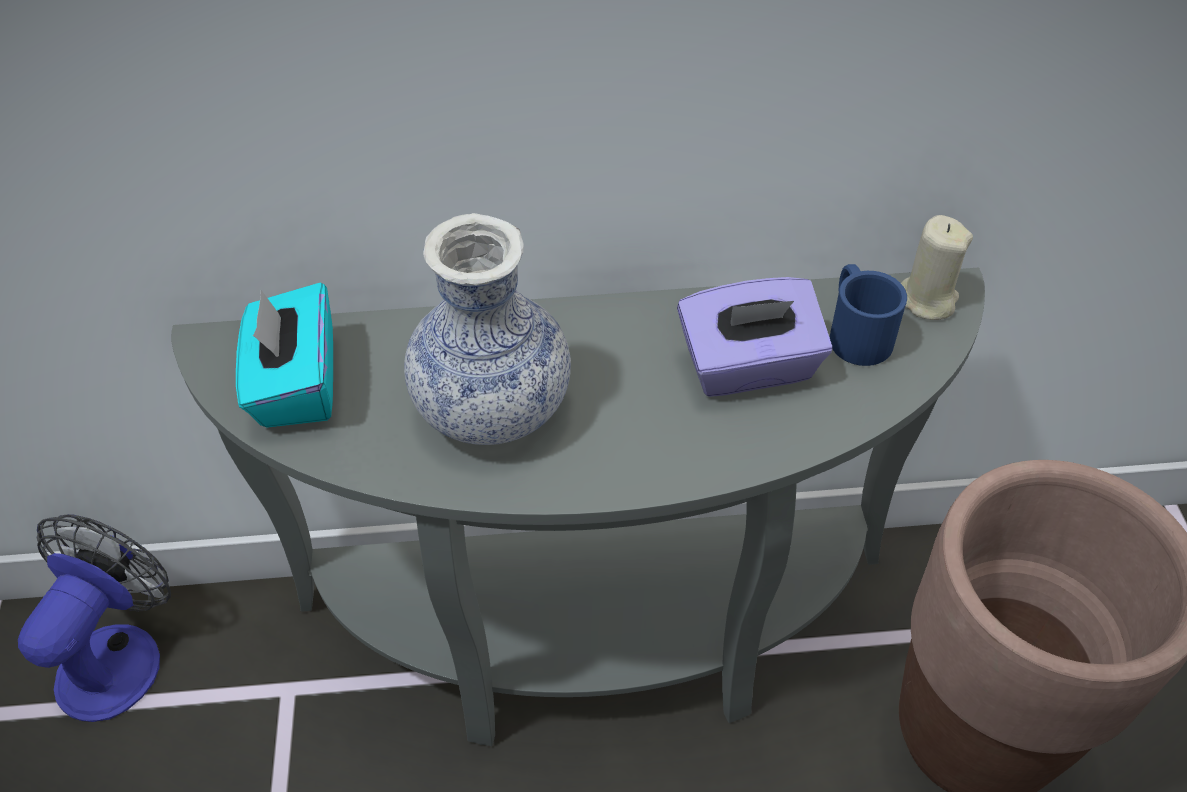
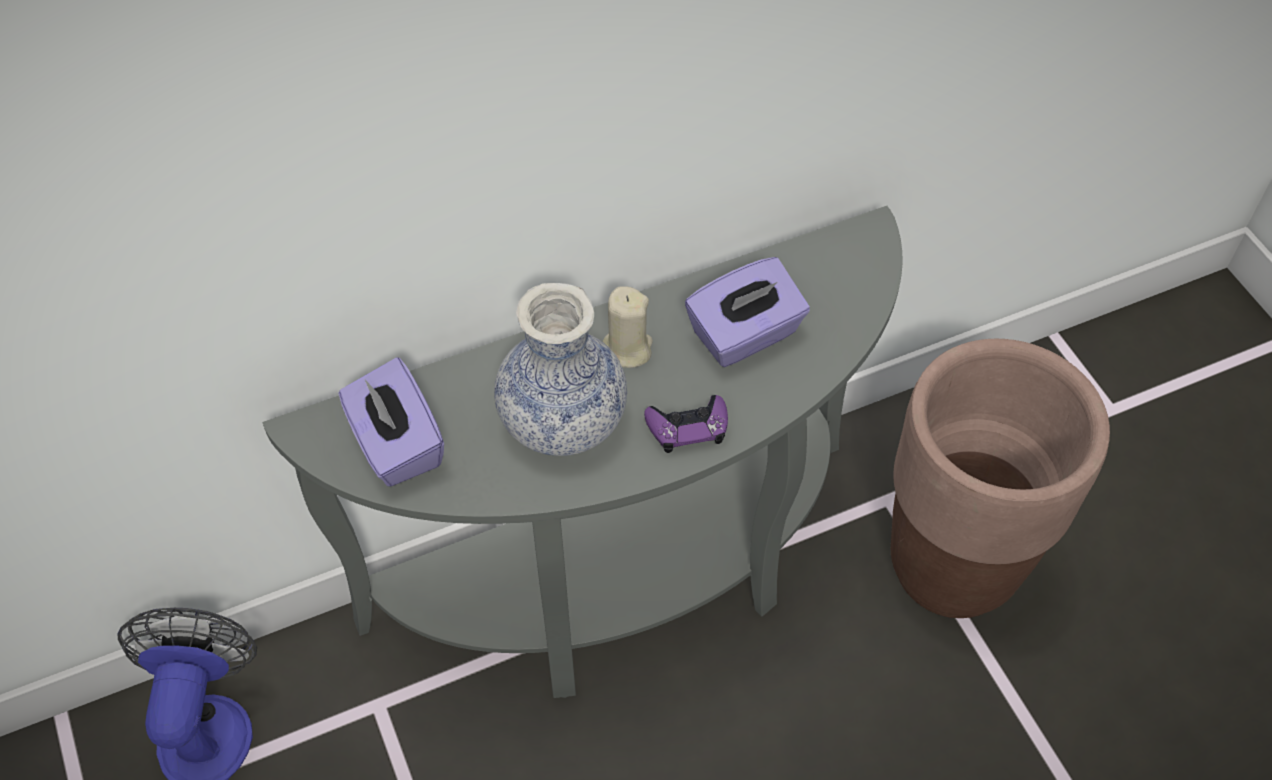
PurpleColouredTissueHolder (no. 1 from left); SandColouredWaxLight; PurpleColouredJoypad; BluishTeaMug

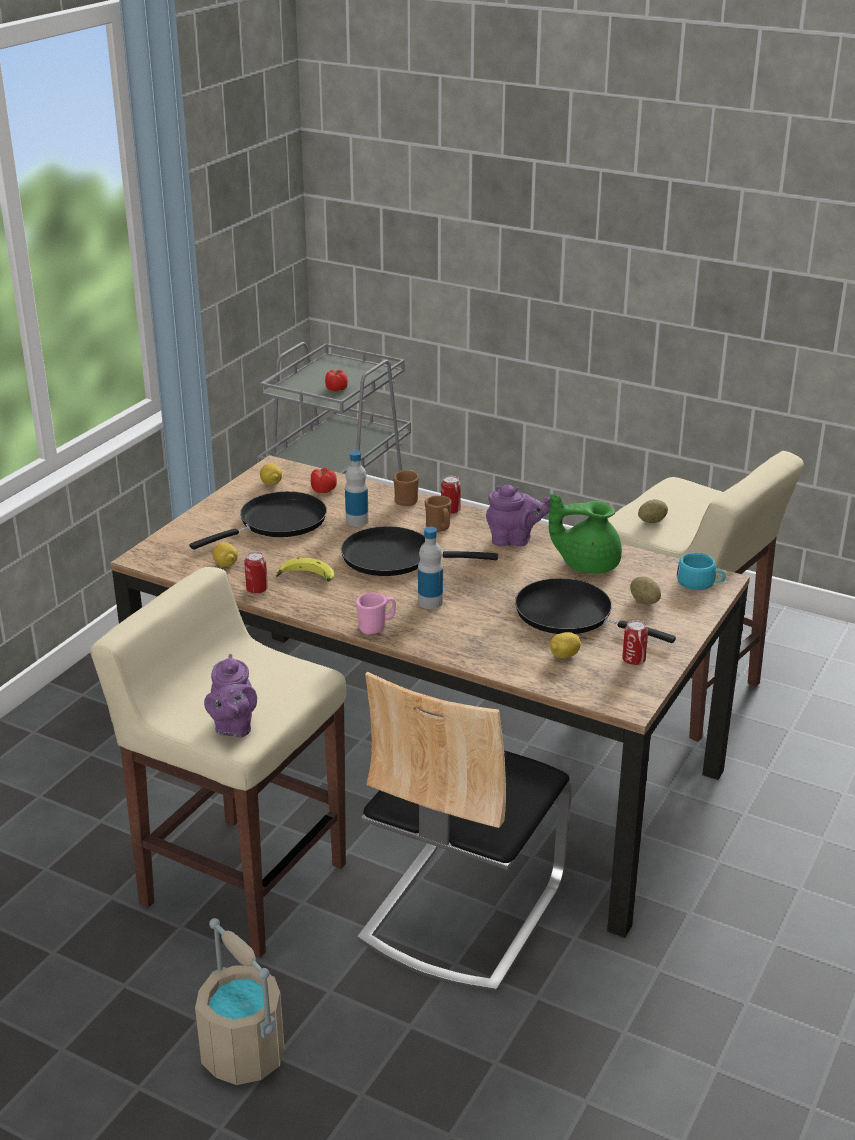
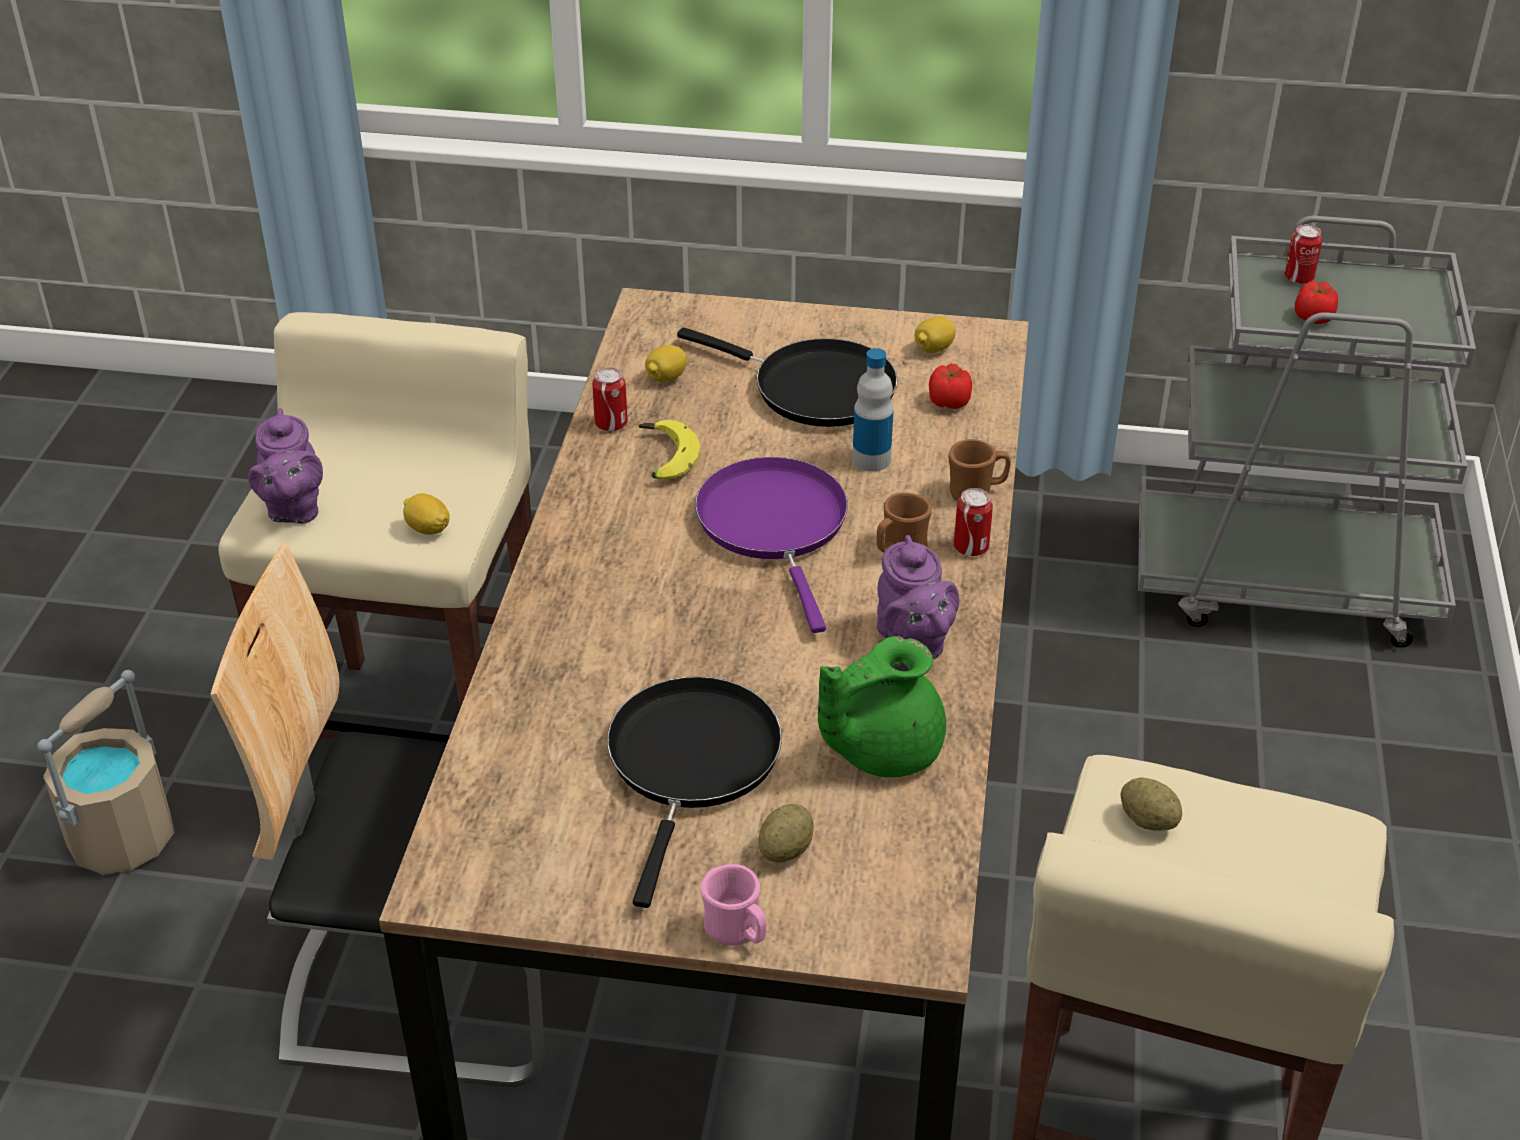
PurpleColouredTeaPot (no. 1 from left); Lemon (no. 1 from left); PurpleColouredSkillet; PinkishTeaMug; GreenishTeaPot; MetalCan (no. 3 from left); DrinkBottle (no. 2 from left in the first image); TurquoiseSmallCup

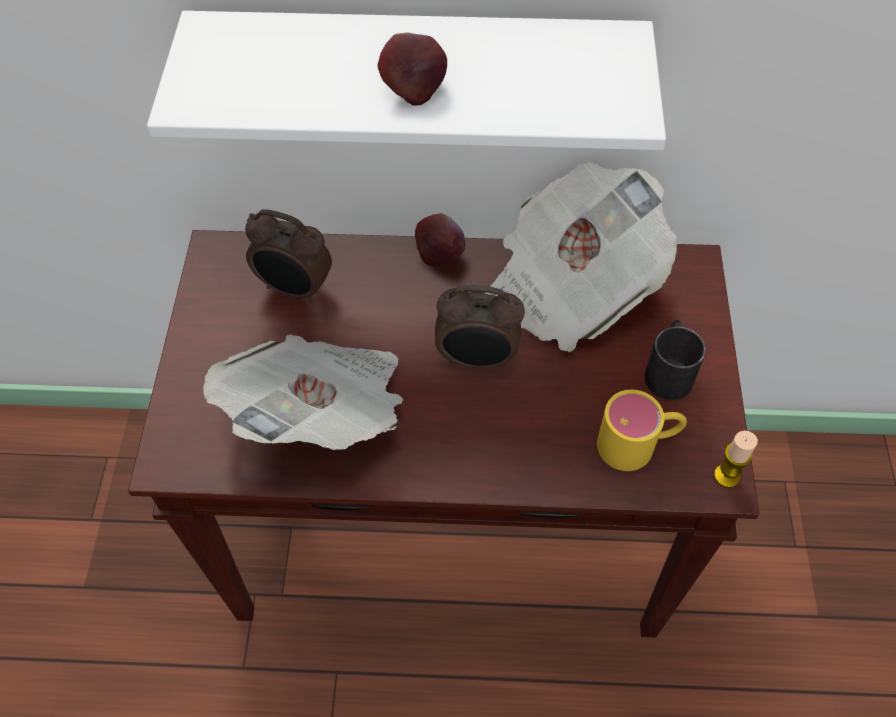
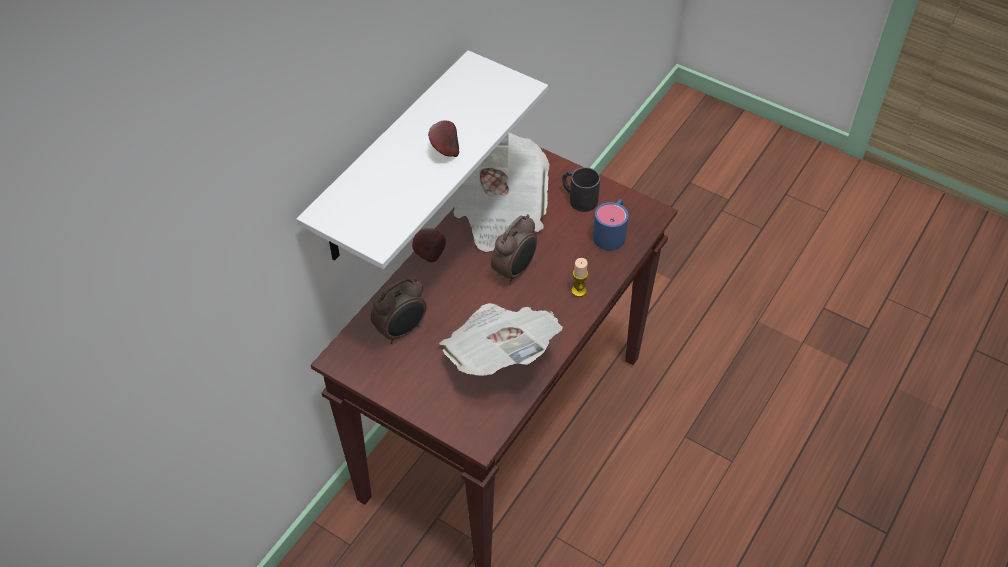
WaxLight; BluishTeaMug

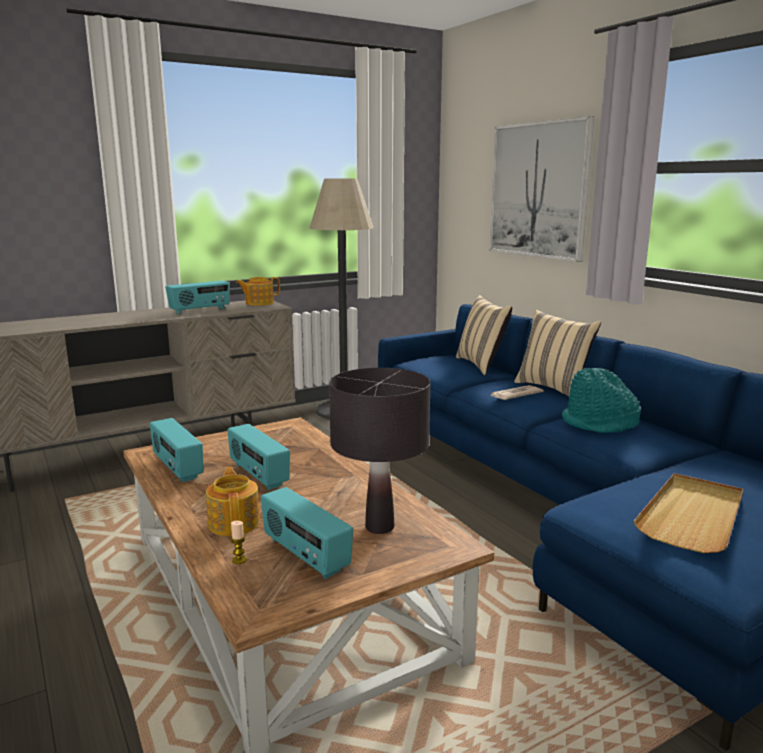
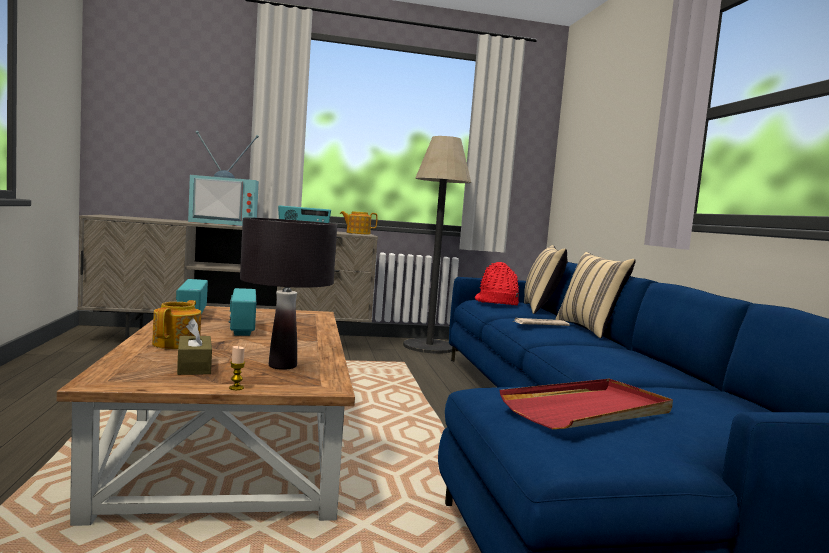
BrownishTissueHolder; Tv; WaxLight; RedColouredHat; RedColouredTray; WallArt; TurquoiseHat

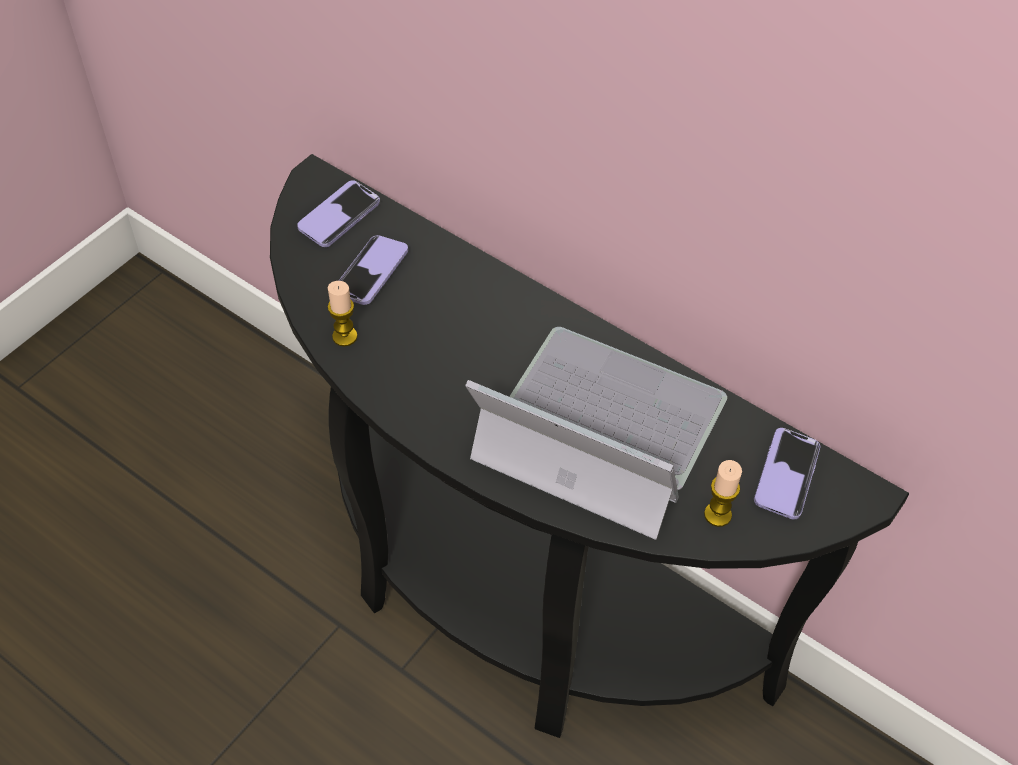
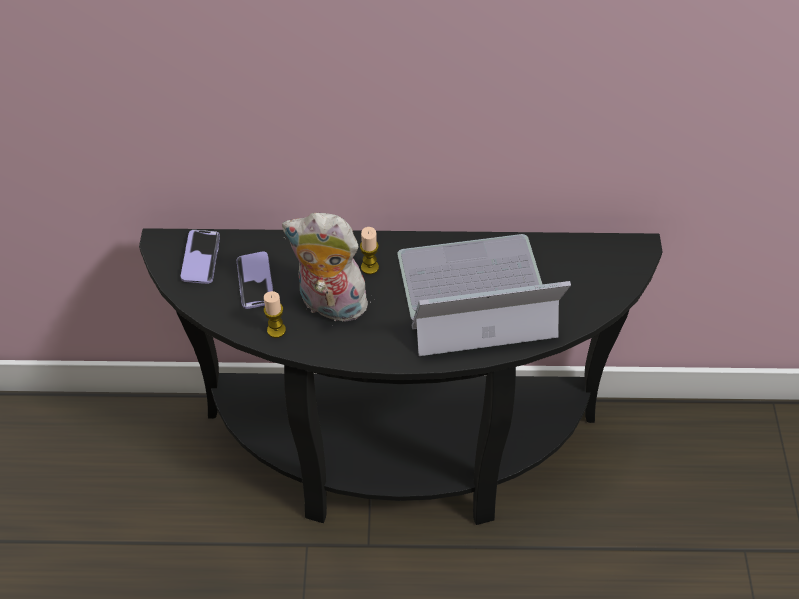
SoftToy; WaxLight (no. 2 from left); Telephone (no. 3 from left in the first image)

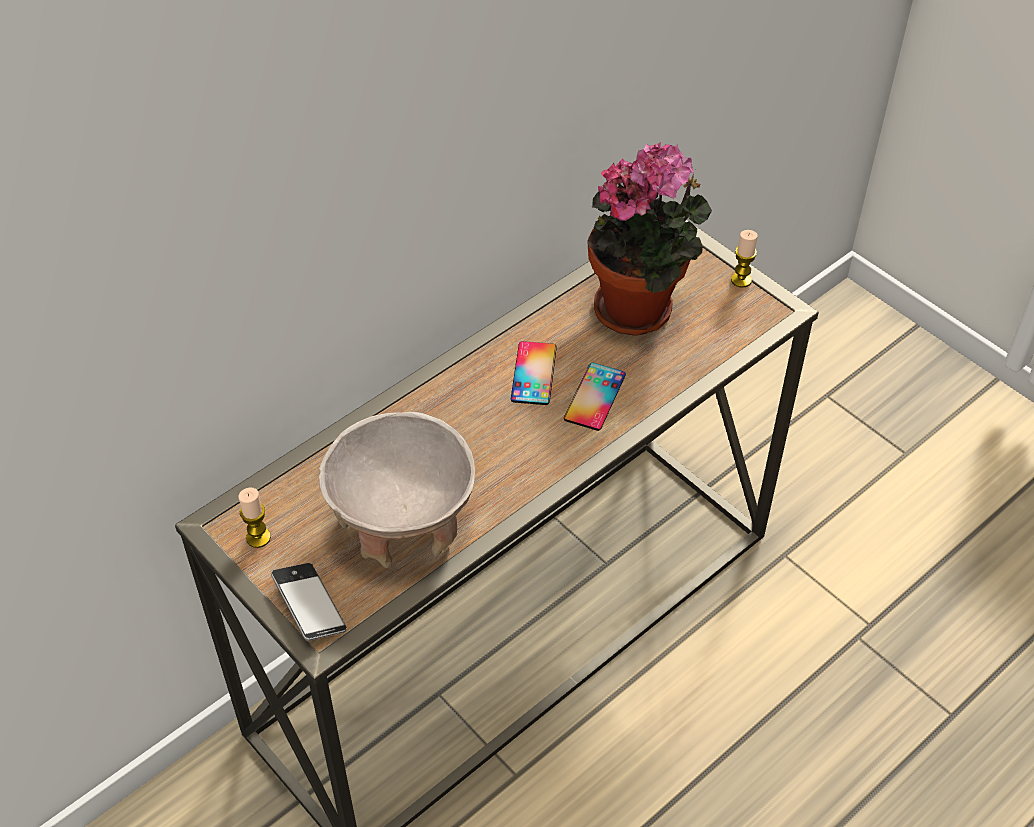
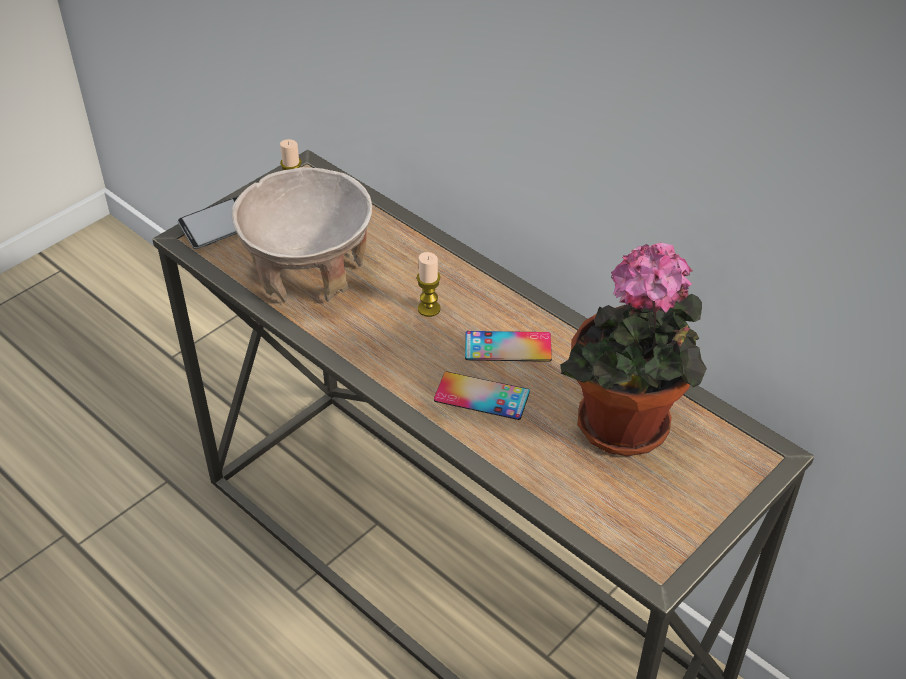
WaxLight (no. 2 from left)

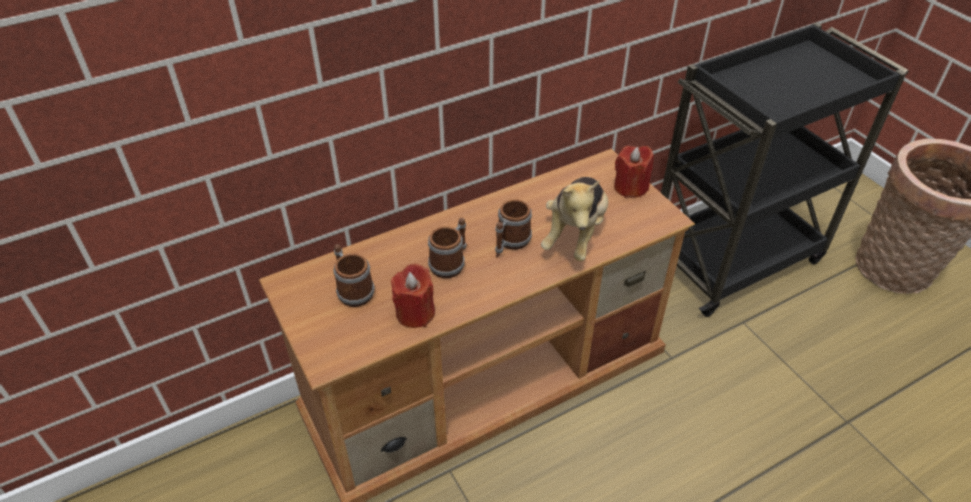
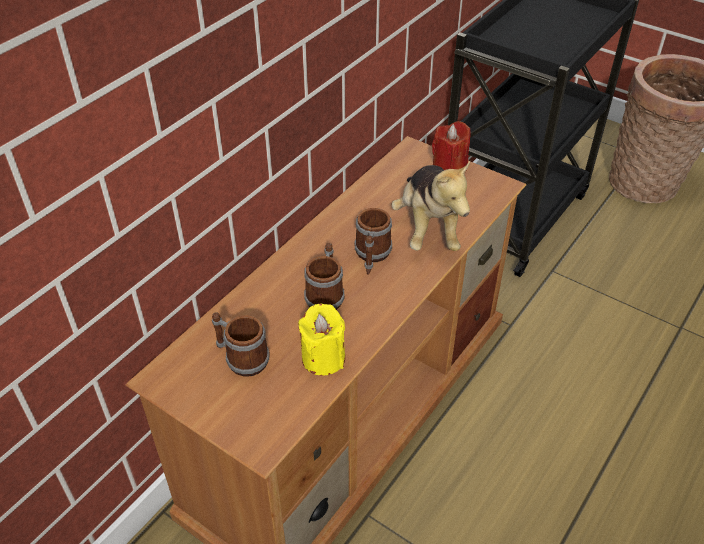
YellowWaxLight

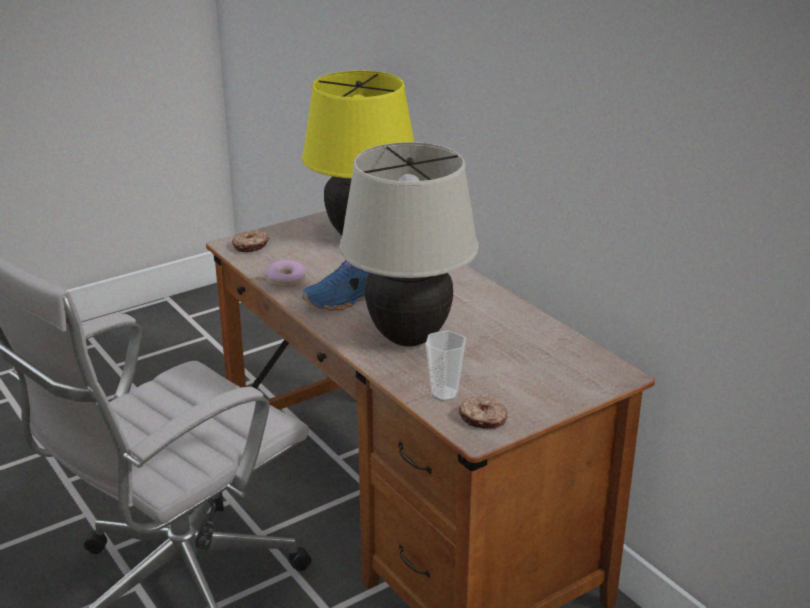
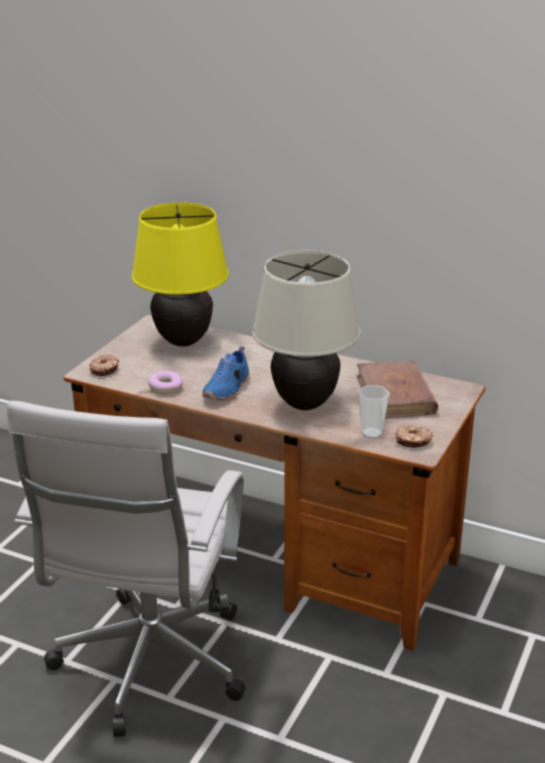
BrownishVolume

